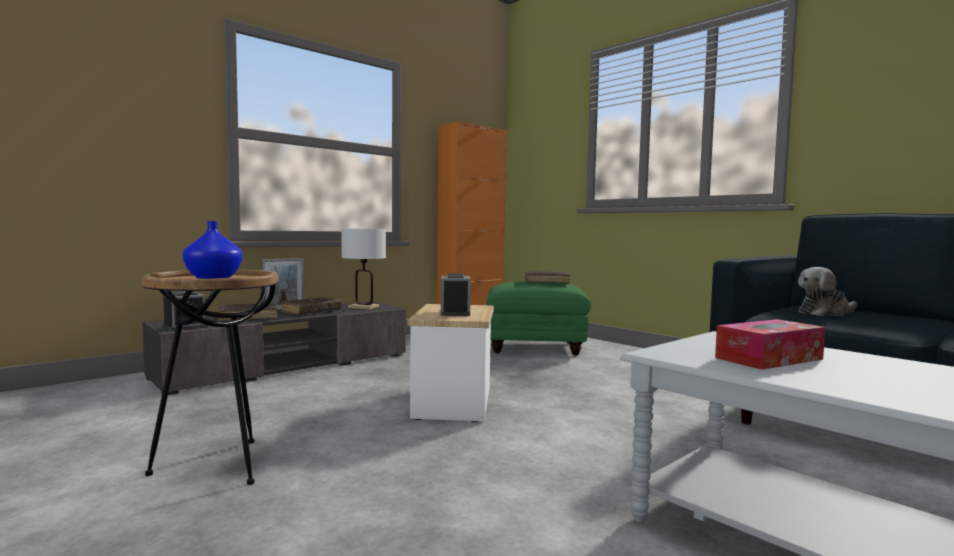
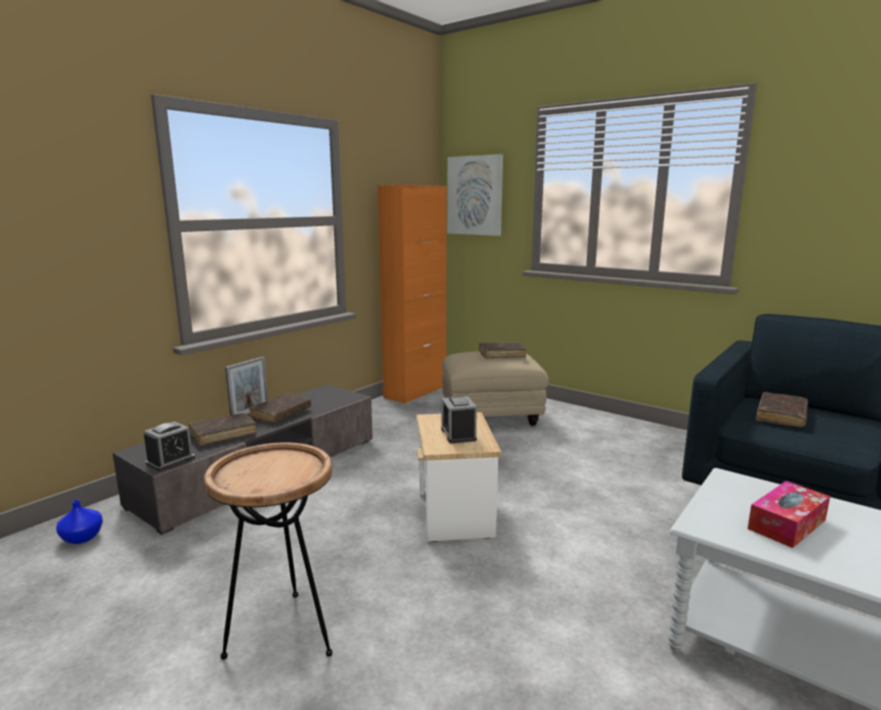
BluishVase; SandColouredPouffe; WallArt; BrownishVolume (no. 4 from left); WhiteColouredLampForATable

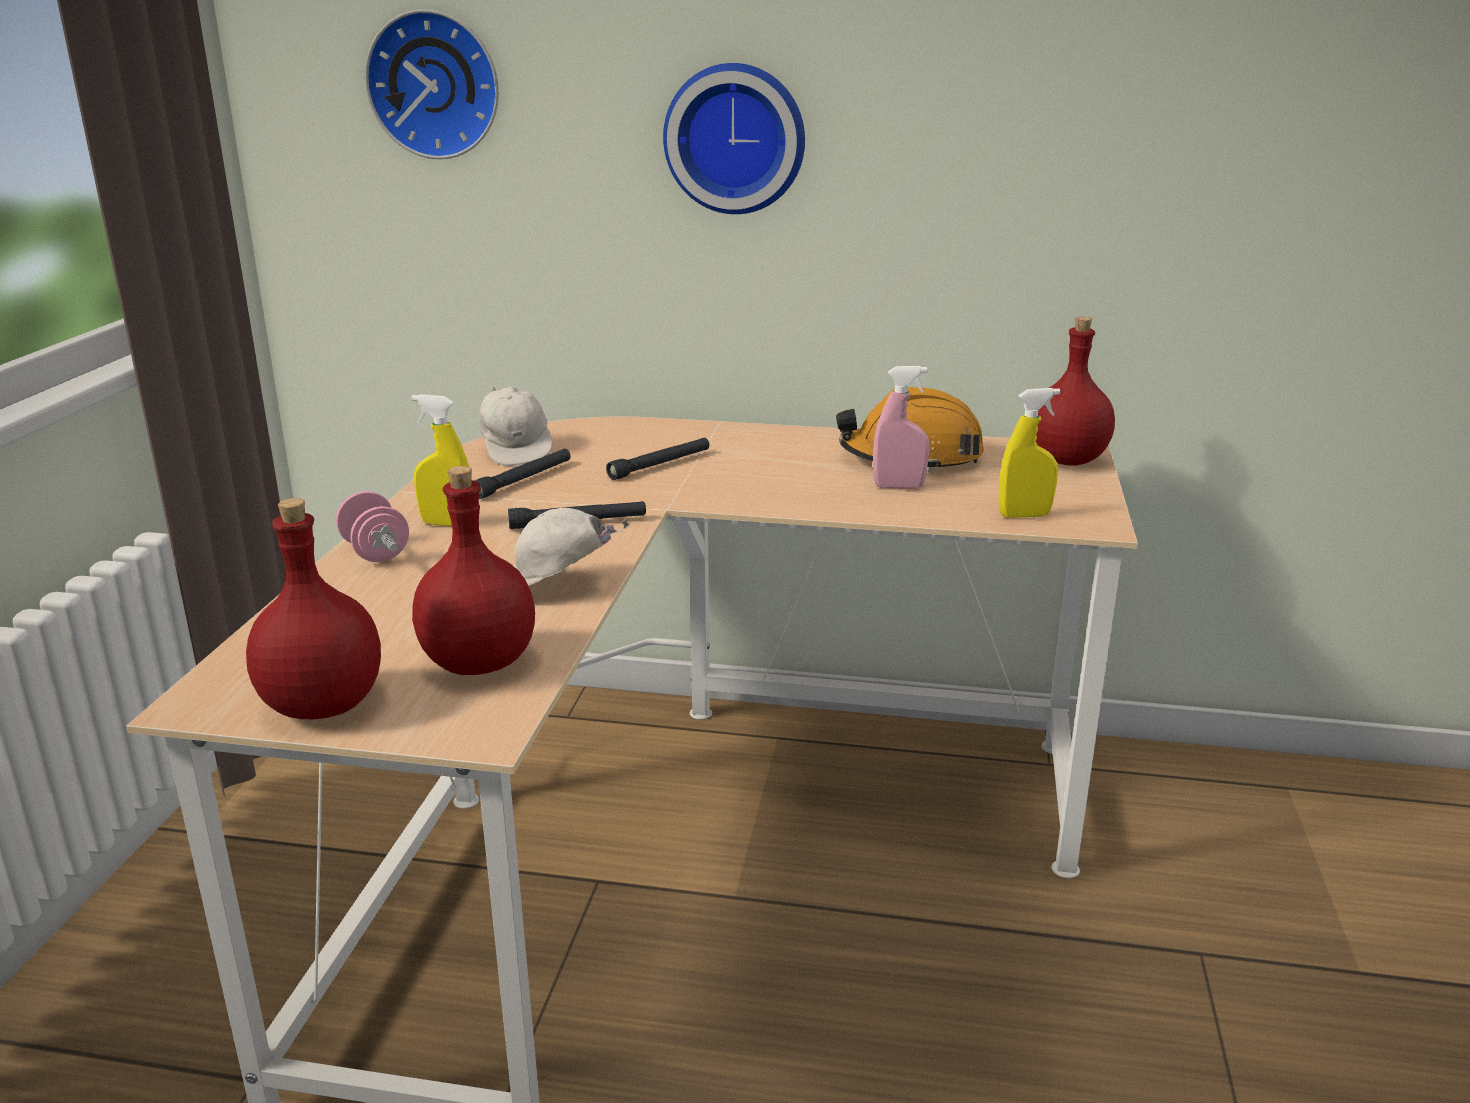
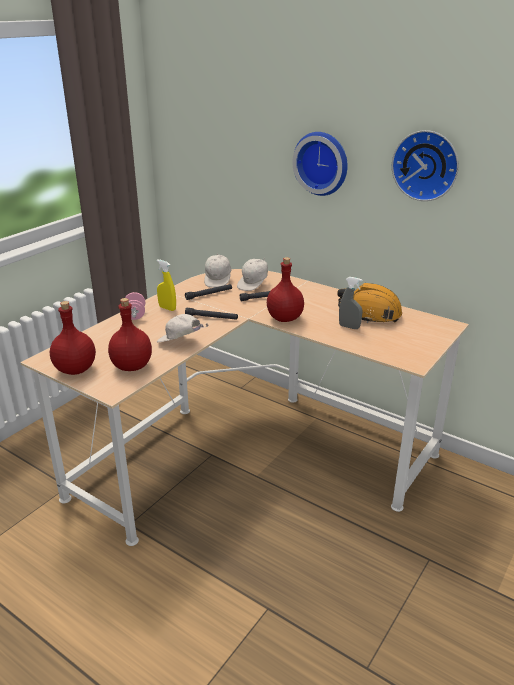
WhiteColouredCap (no. 3 from left); RedColouredDrinkBottle (no. 3 from left); GreyishHandSprayer; ClockOnTheWall (no. 2 from left); YellowHandSprayer (no. 2 from left in the first image)

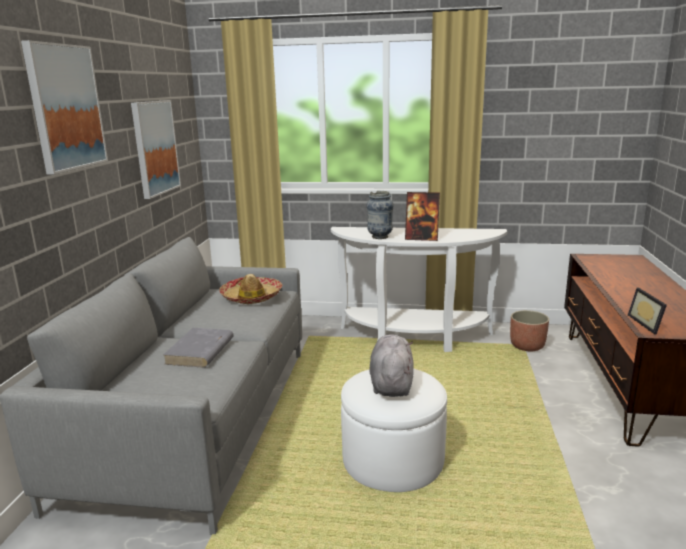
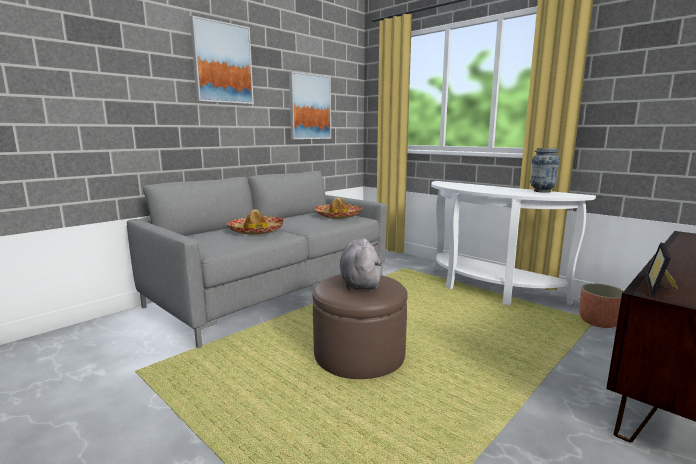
Hat (no. 1 from left); BrownishPouffe; GreyishSoftToy; Vase; PictureFrame (no. 1 from left in the first image)

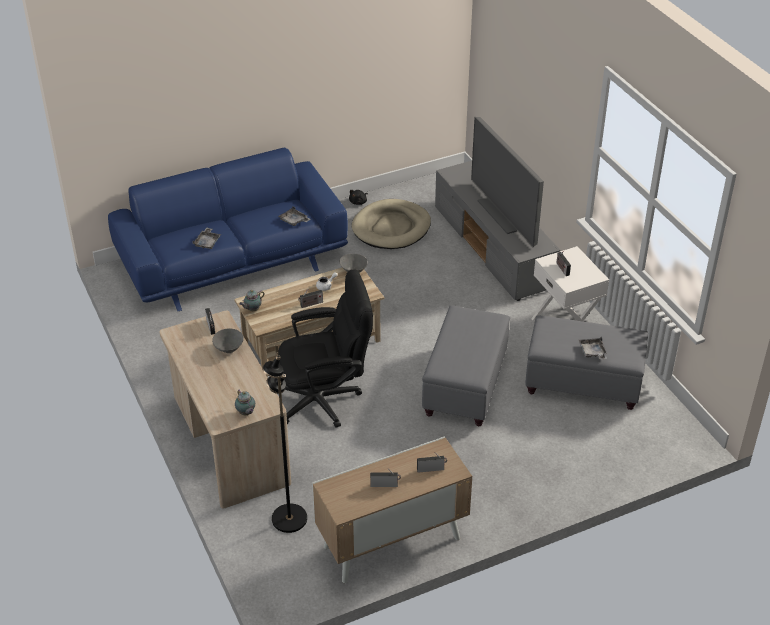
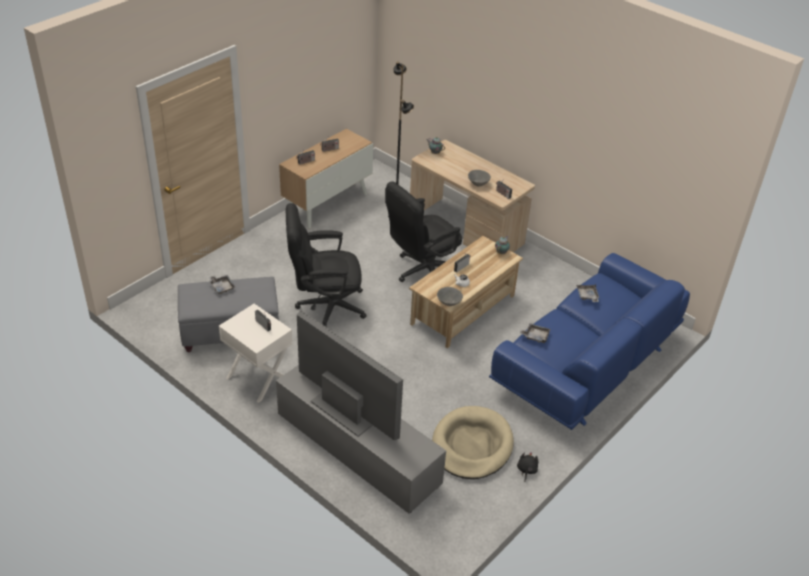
BlackDeskChair (no. 1 from left)

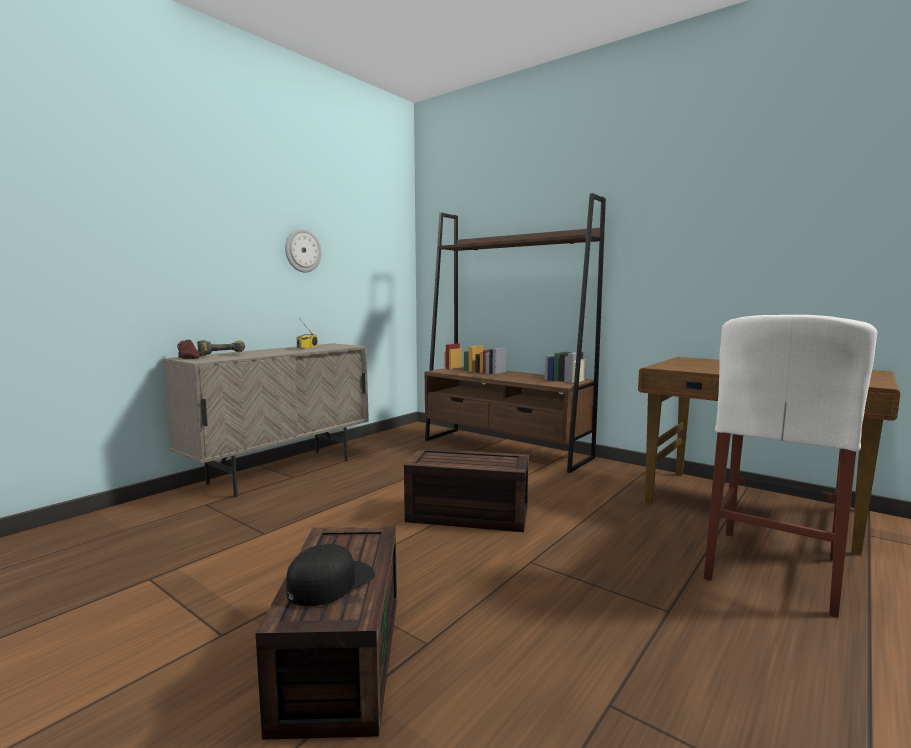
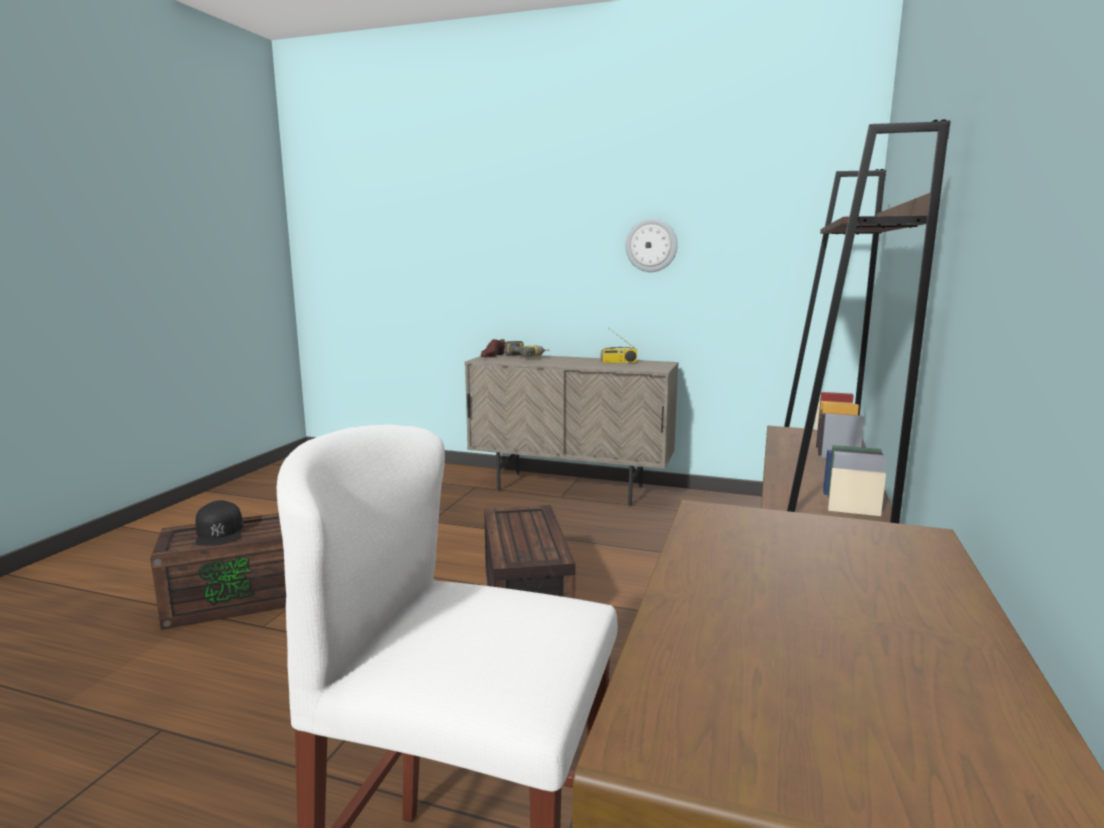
BlackCap

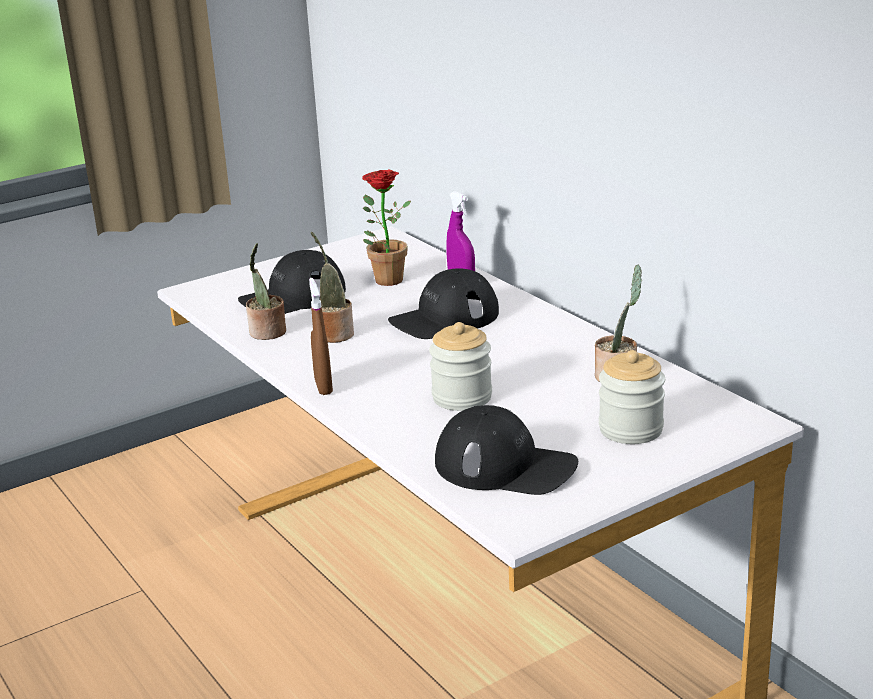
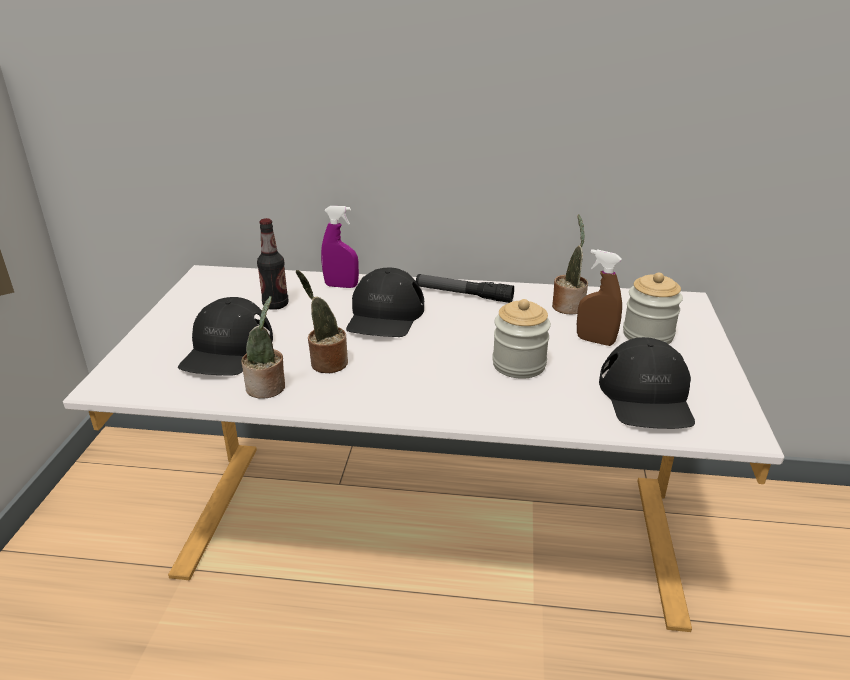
DrinkBottle; HandTorch; BrownishHandSprayer; BlackCap (no. 3 from left)

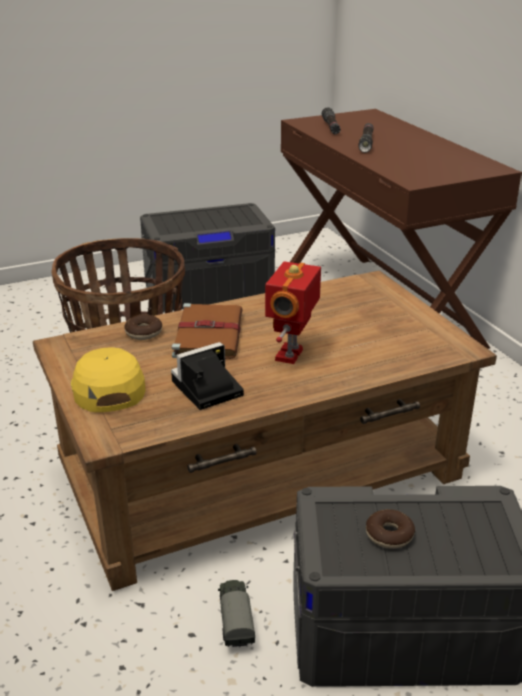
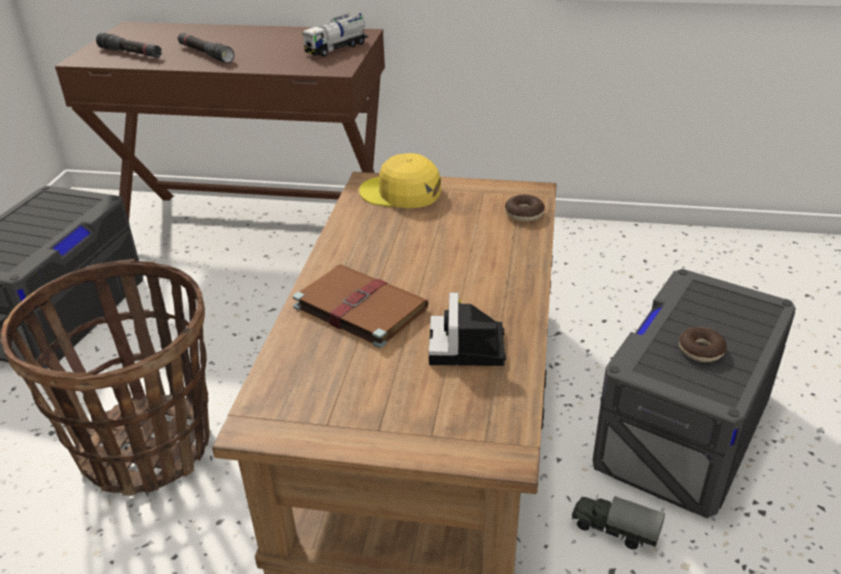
ToyTruck (no. 1 from left); YellowCap; RingDoughnut (no. 1 from left); ModelRobot

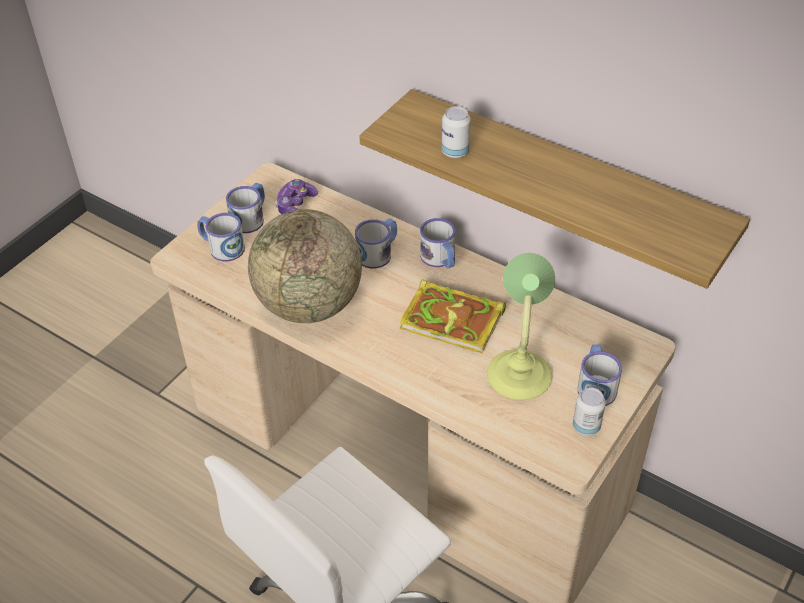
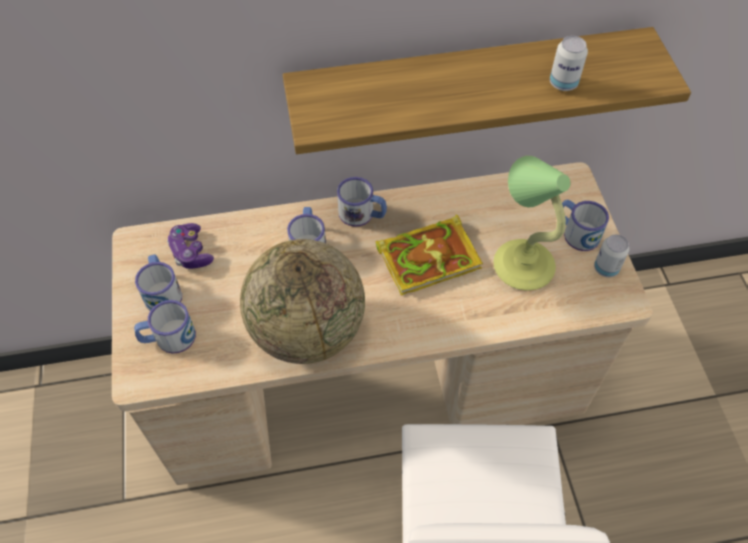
MetalCan (no. 1 from left)

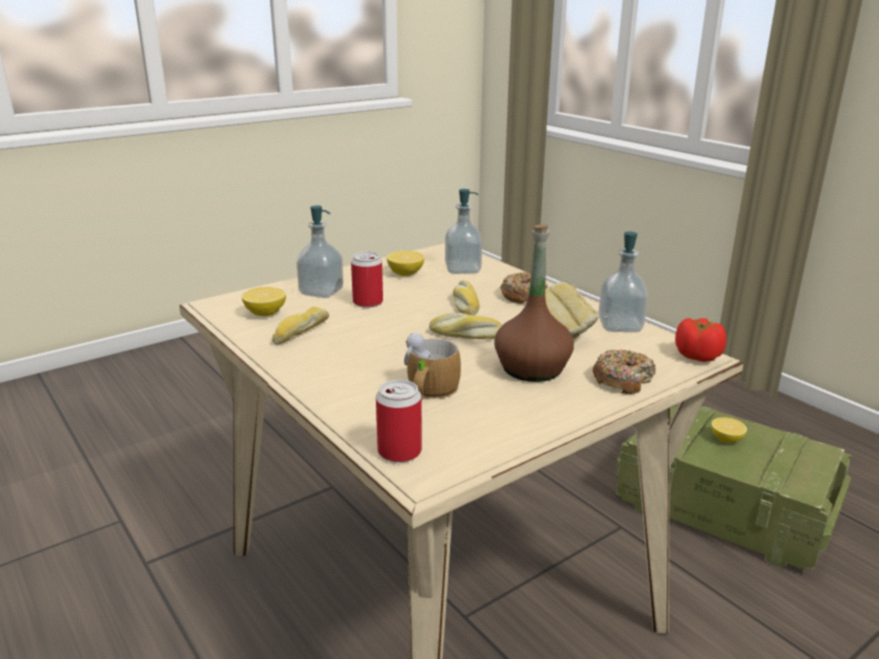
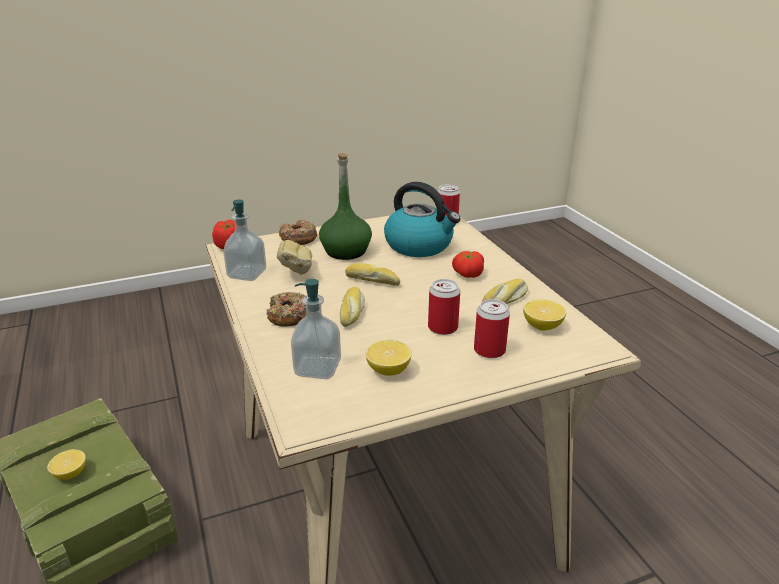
GreenishDrinkBottle; Kettle; Tomato (no. 2 from left); MetalCan (no. 3 from left)

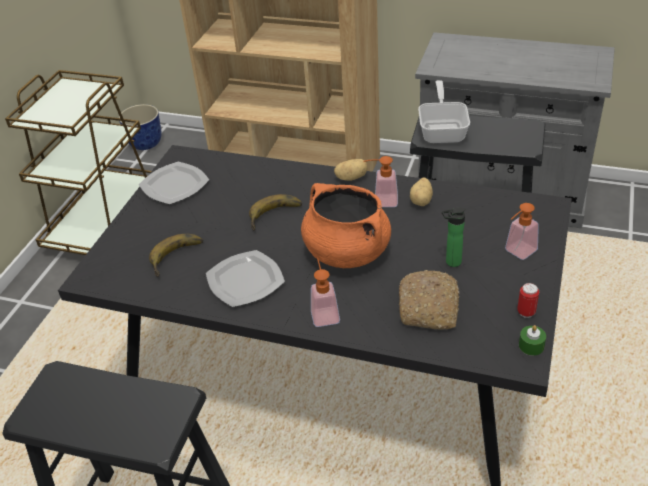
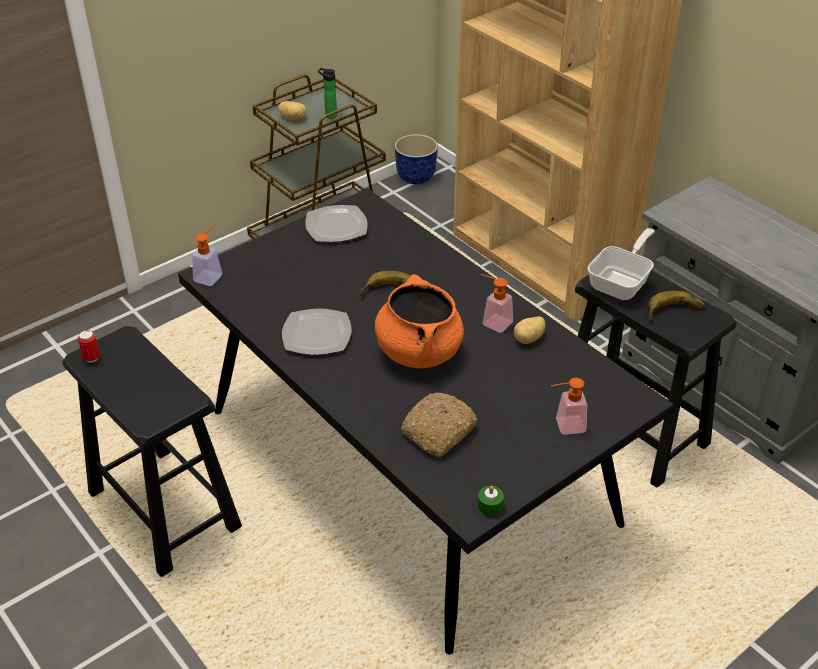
MetalCan; SoapBottle (no. 1 from left); Spud (no. 1 from left); DrinkBottle; Banana (no. 2 from left)

